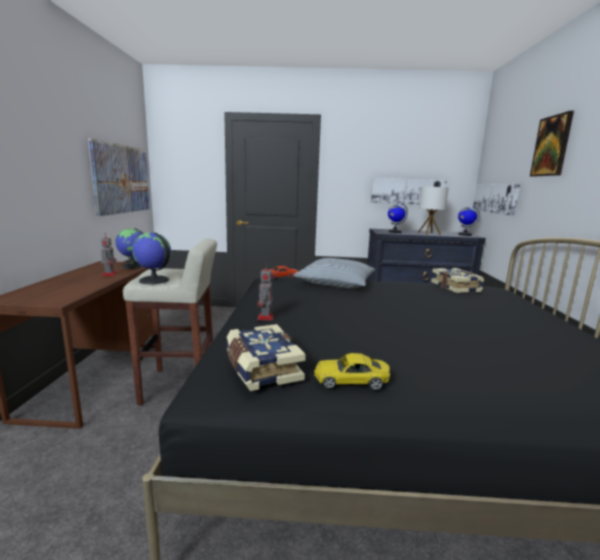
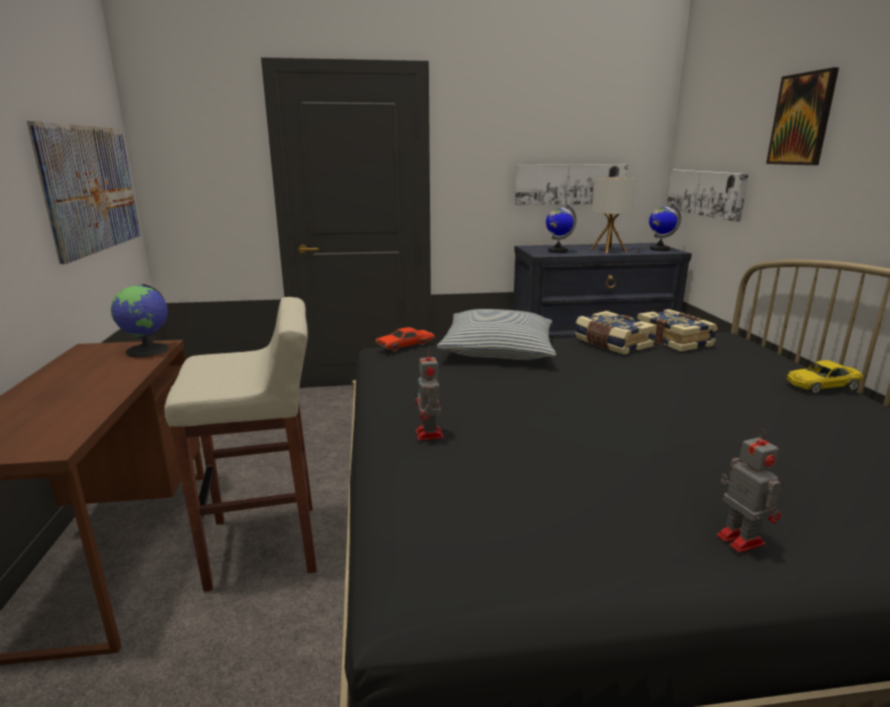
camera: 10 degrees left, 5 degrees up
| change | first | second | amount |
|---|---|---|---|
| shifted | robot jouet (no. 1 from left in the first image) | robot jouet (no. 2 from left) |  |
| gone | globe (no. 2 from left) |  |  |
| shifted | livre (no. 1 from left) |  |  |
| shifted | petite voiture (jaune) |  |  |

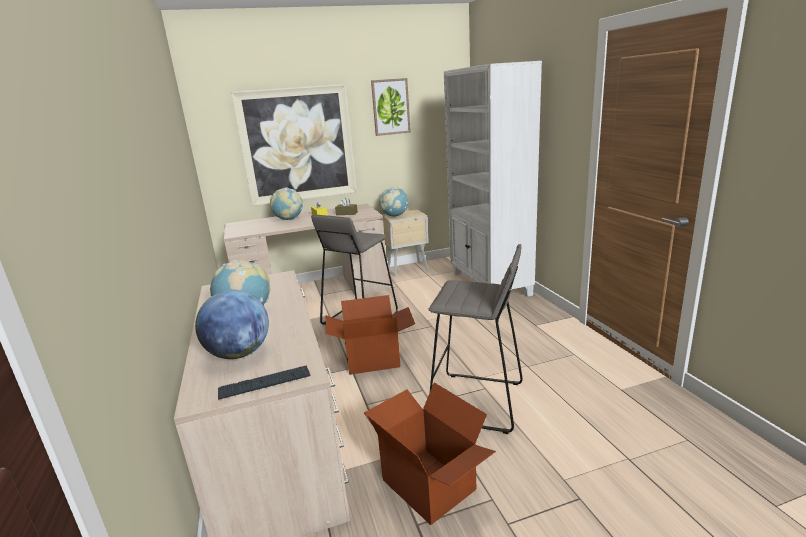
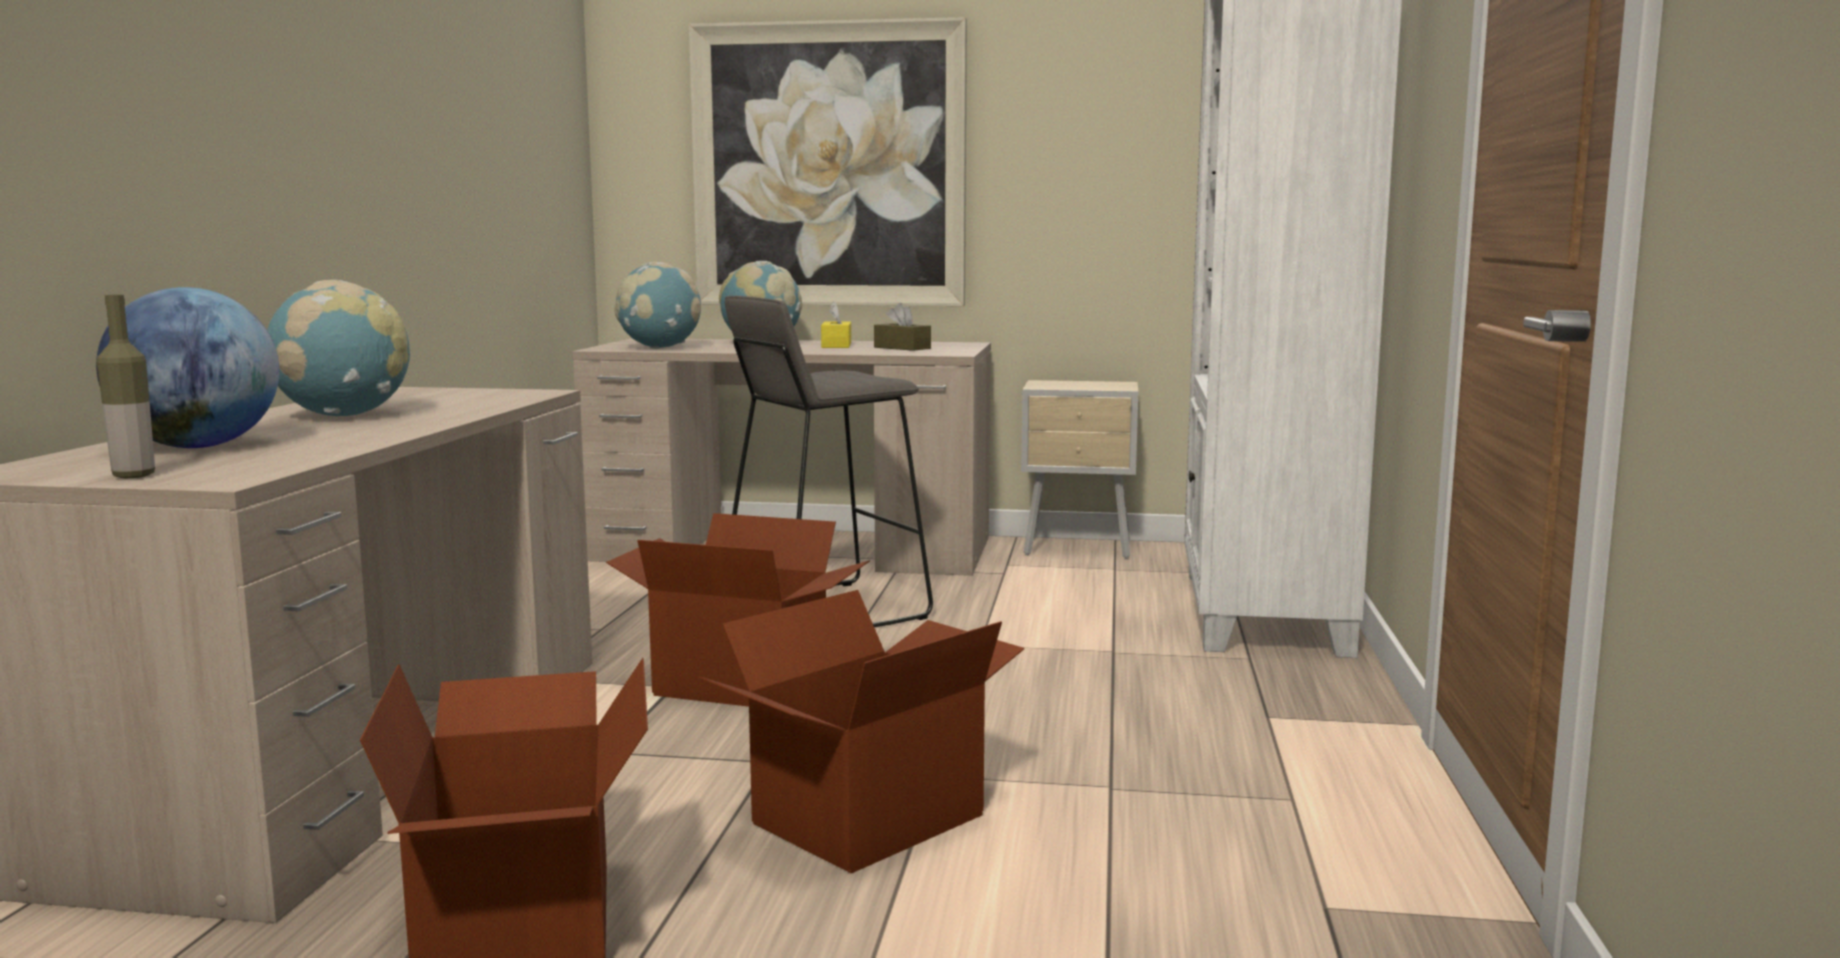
camera: 25 degrees right, 10 degrees down
| change | first | second | amount |
|---|---|---|---|
| swapped | clavier | bouteille |  |
| gone | tableau (no. 2 from left) |  |  |
| shifted | globe (no. 4 from left in the first image) | globe (no. 3 from left) |  |
| swapped | tabouret (gris) (no. 2 from left) | carton (no. 3 from left) |  |

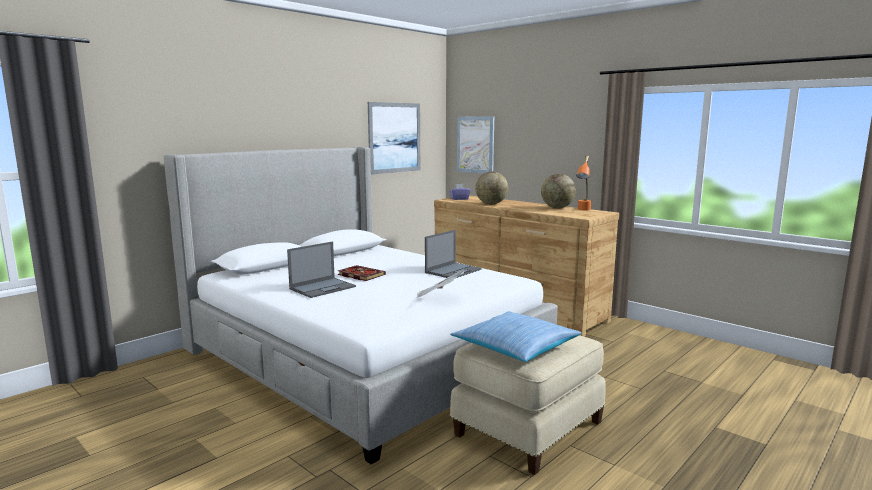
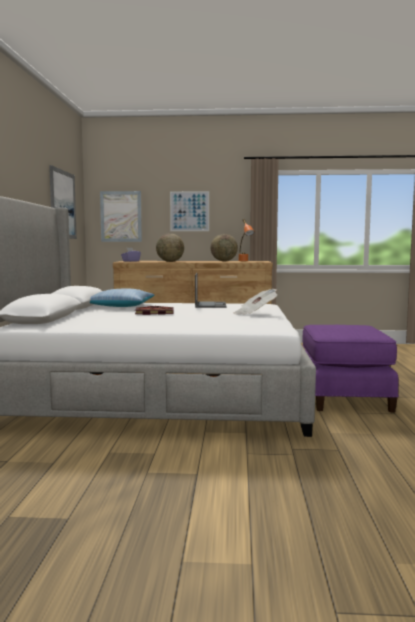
camera: 40 degrees left, 5 degrees down
| change | first | second | amount |
|---|---|---|---|
| gone | ordinateur portable (no. 1 from left) |  |  |
| shifted | coussin |  |  |
| repainted | pouf (beige) | pouf (violet) |  |
| new |  | tableau (no. 3 from left) |  |

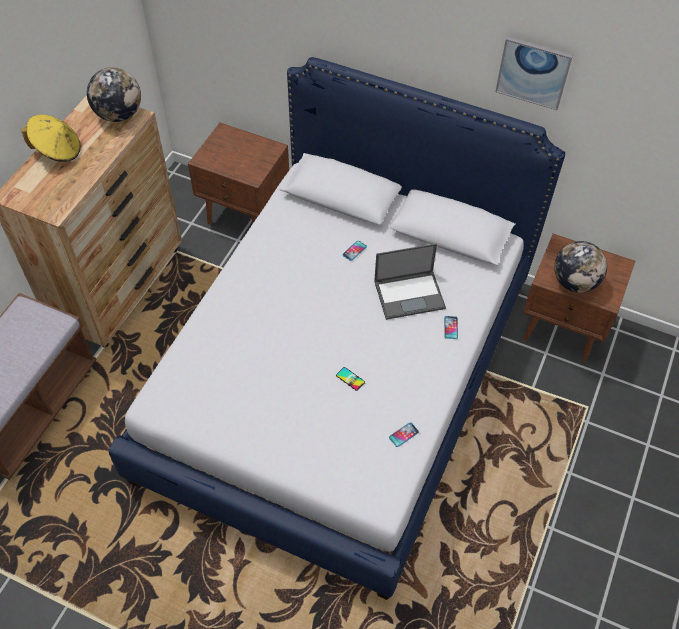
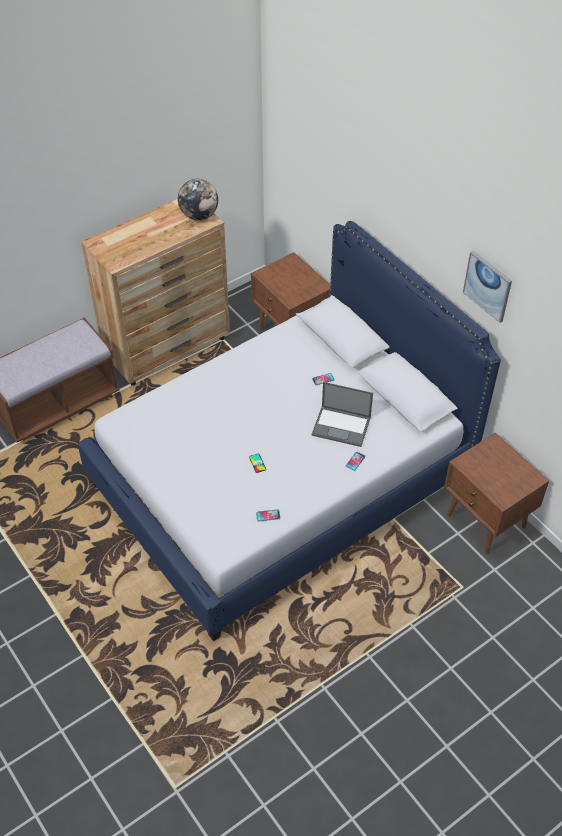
camera: 30 degrees right, 5 degrees down
| change | first | second | amount |
|---|---|---|---|
| gone | chapeau (jaune) |  |  |
| gone | globe (no. 2 from left) |  |  |

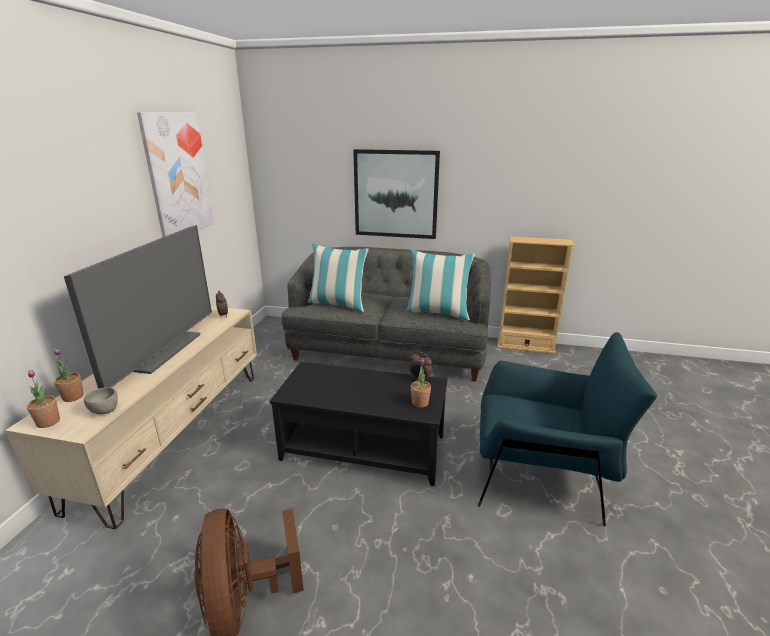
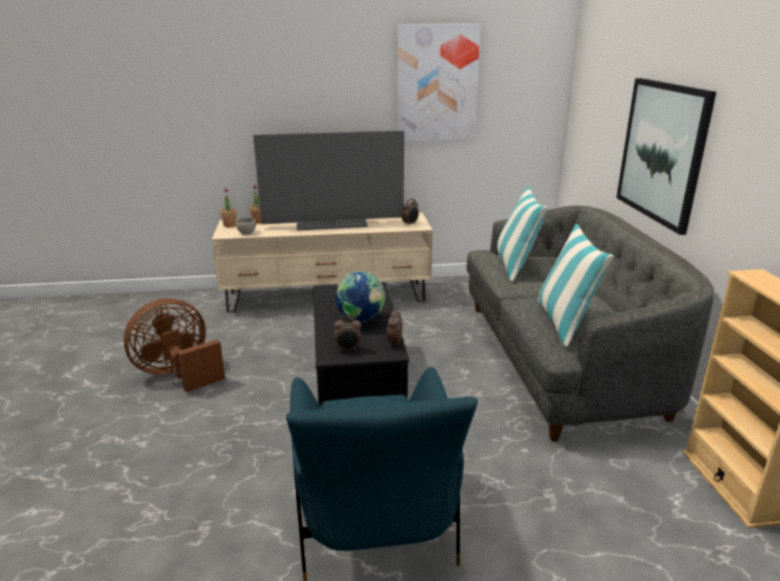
camera: 70 degrees right, 0 degrees up
| change | first | second | amount |
|---|---|---|---|
| swapped | plante en pot (no. 3 from left) | réveil (no. 1 from left) |  |
| new |  | globe |  |

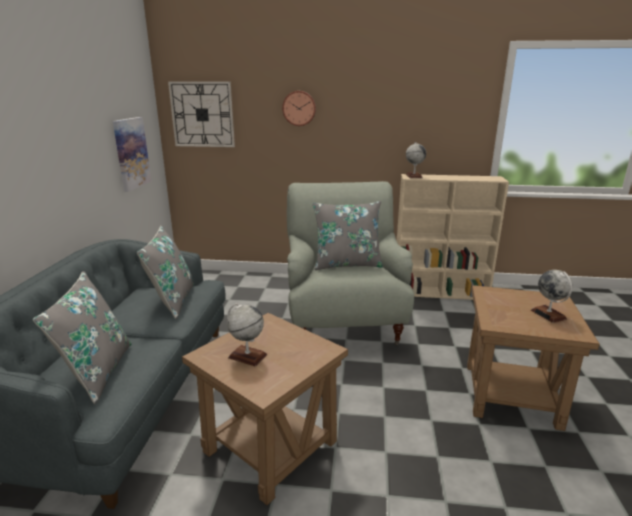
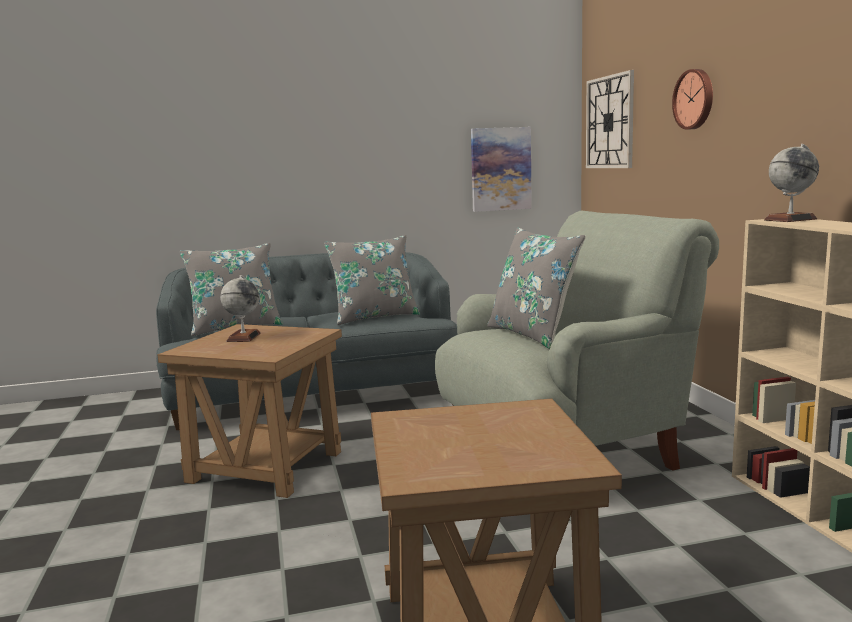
camera: 70 degrees right, 10 degrees down
| change | first | second | amount |
|---|---|---|---|
| gone | globe (no. 3 from left) |  |  |

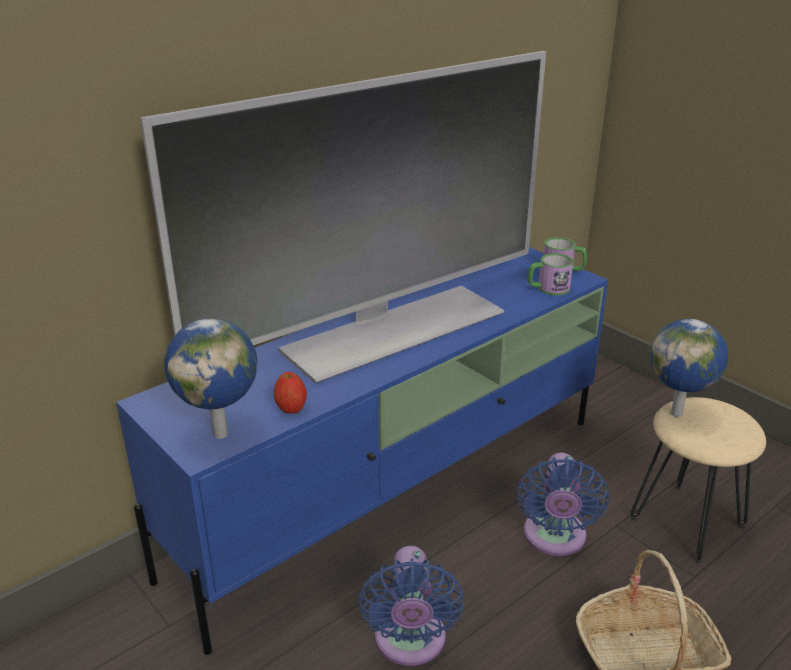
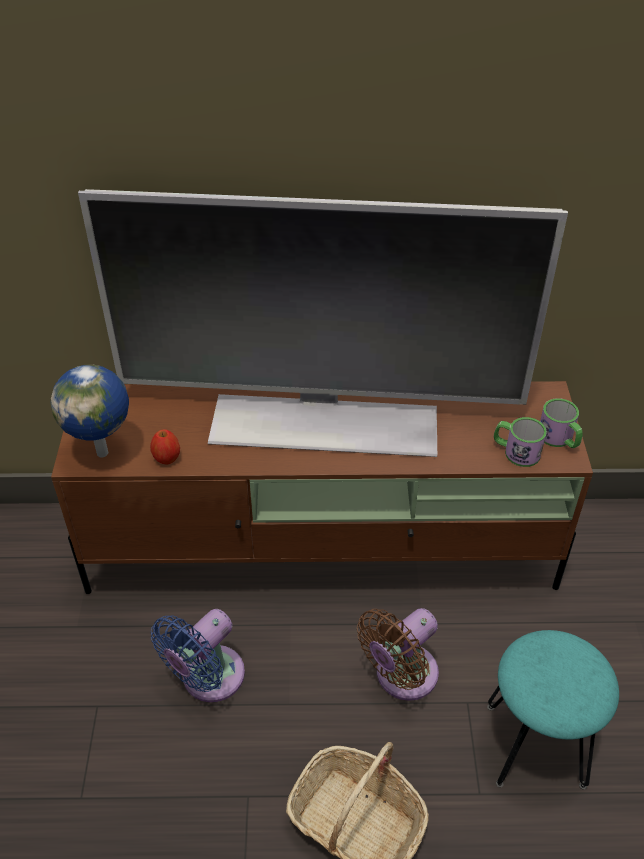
camera: 40 degrees right, 15 degrees up
| change | first | second | amount |
|---|---|---|---|
| repainted | meuble télé (bleu) | meuble télé (marron) |  |
| repainted | ventilateur (bleu) (no. 2 from left) | ventilateur (marron) |  |
| repainted | tabouret (beige) | tabouret (turquoise) |  |
| gone | globe (no. 2 from left) |  |  |

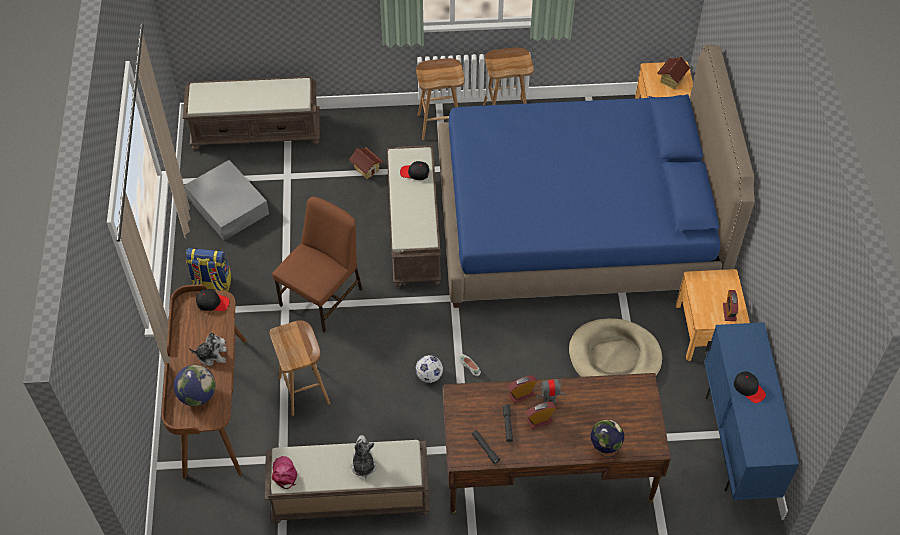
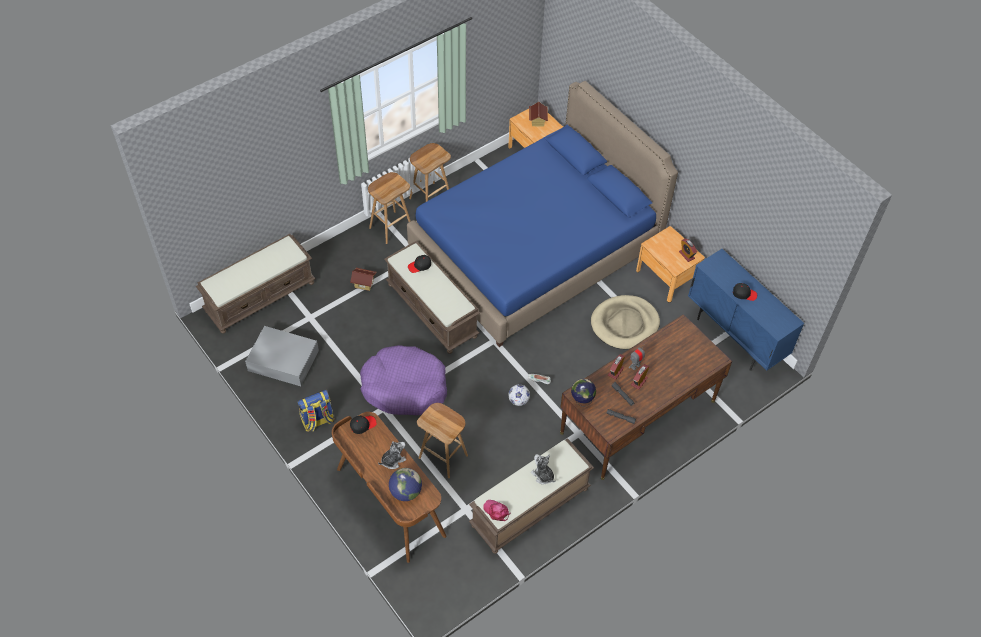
camera: 35 degrees left, 0 degrees up
| change | first | second | amount |
|---|---|---|---|
| swapped | chaise (marron) | panier pour chien (violet) |  |
| shifted | globe (no. 2 from left) |  |  |

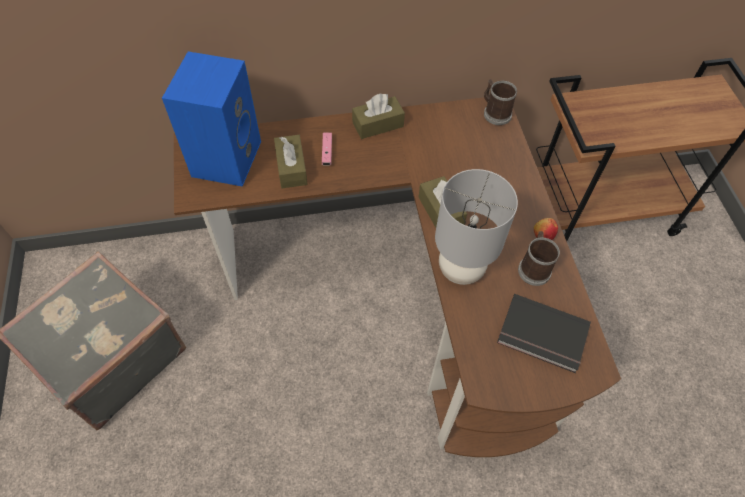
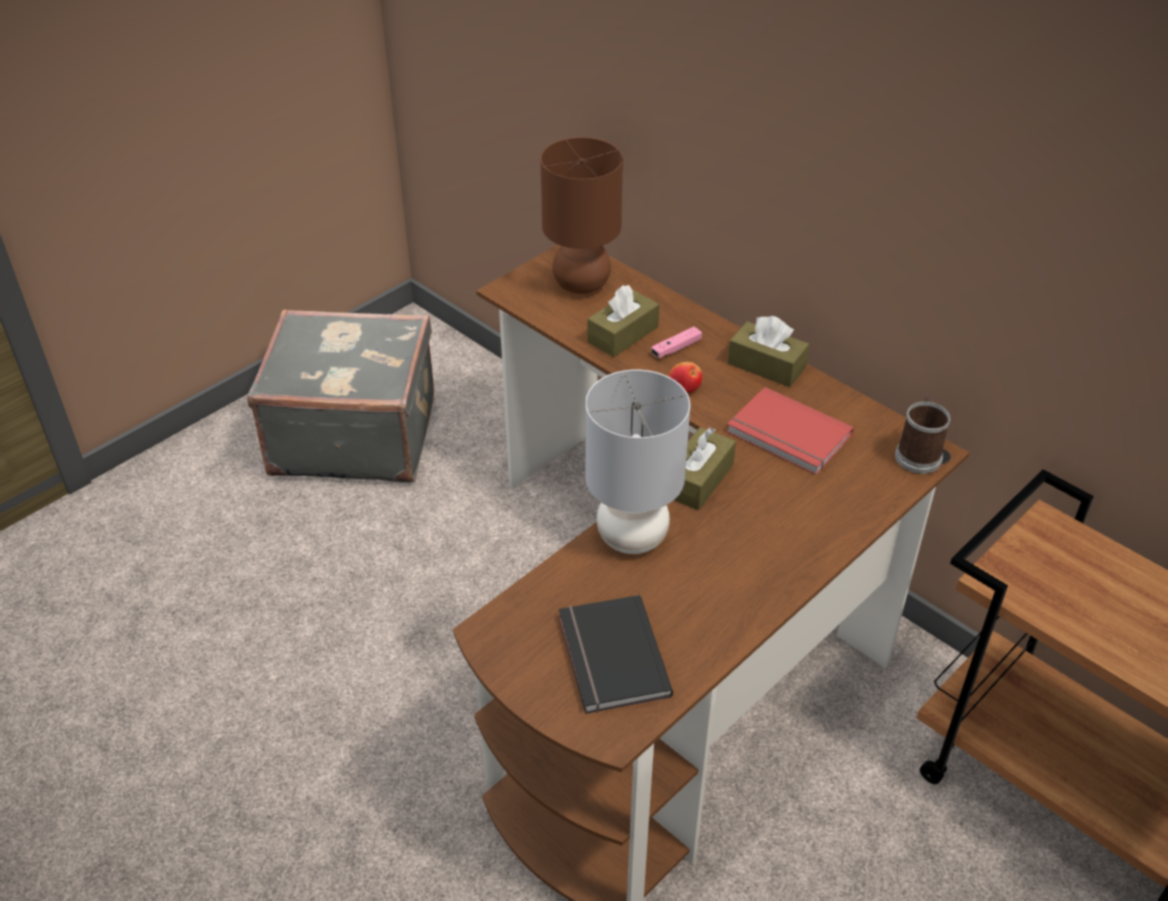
camera: 55 degrees right, 15 degrees down
| change | first | second | amount |
|---|---|---|---|
| swapped | enceinte (bleu) | lampe de table (marron) |  |
| gone | mug (no. 2 from left) |  |  |
| shifted | pomme |  |  |
| new |  | livre (rouge) |  |

